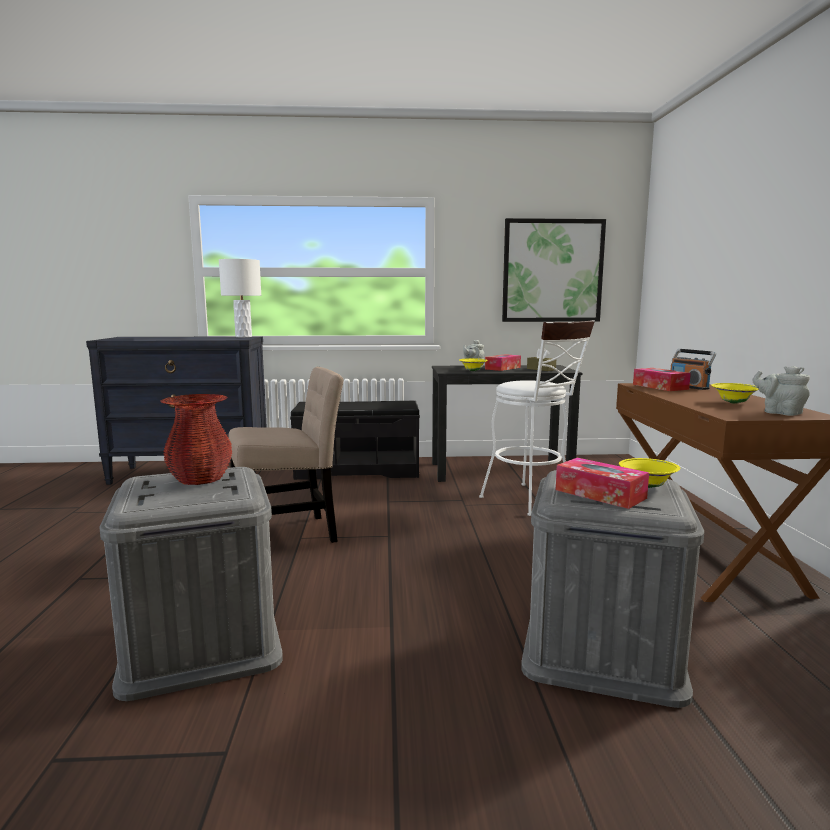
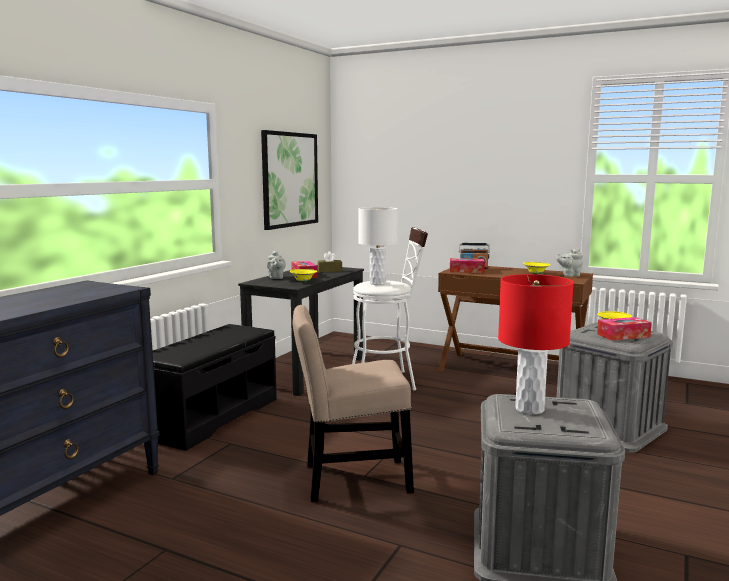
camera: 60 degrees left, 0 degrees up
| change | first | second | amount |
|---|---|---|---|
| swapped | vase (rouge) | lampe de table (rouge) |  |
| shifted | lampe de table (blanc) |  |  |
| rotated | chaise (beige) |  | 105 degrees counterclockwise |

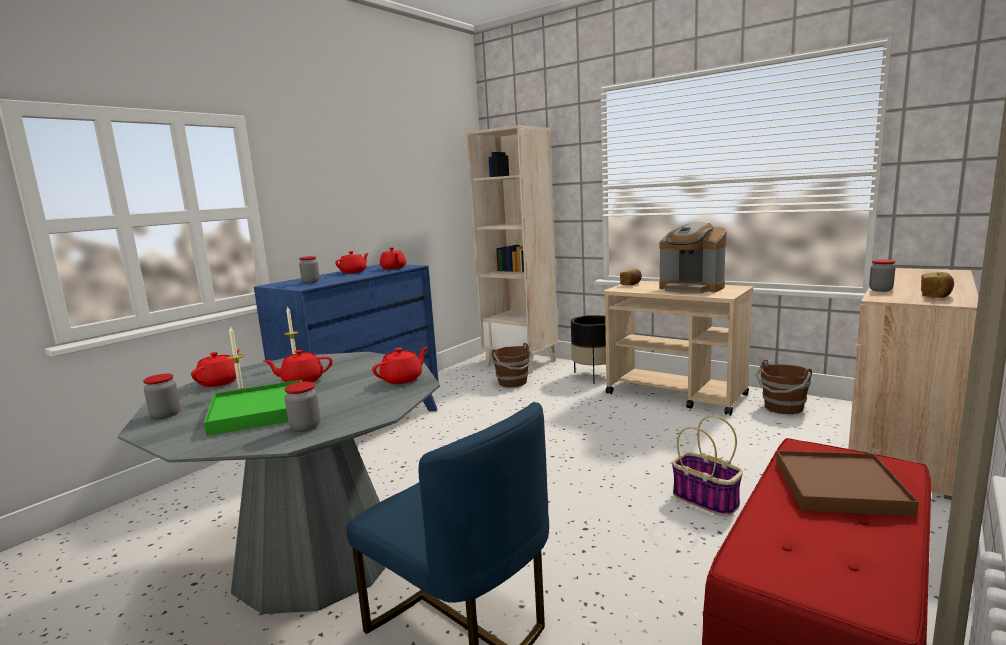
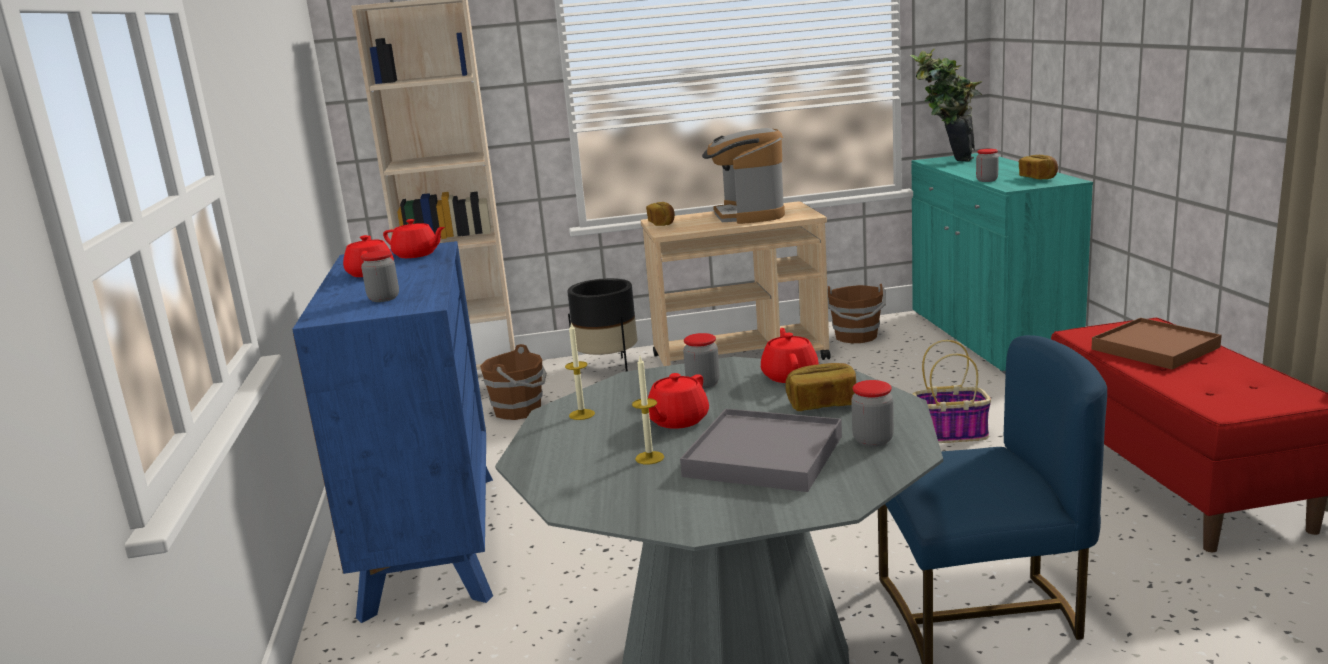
camera: 45 degrees left, 5 degrees up
| change | first | second | amount |
|---|---|---|---|
| shifted | bocal (no. 1 from left in the first image) | bocal (no. 2 from left) |  |
| gone | théière (rouge) (no. 1 from left) |  |  |
| repainted | plateau (vert) | plateau (gris) |  |
| rotated | machine à café |  | 90 degrees clockwise |
| repainted | meuble de rangement (beige) | meuble de rangement (turquoise) |  |
| new |  | pain (no. 2 from left) |  |
| new |  | plante en pot |  |

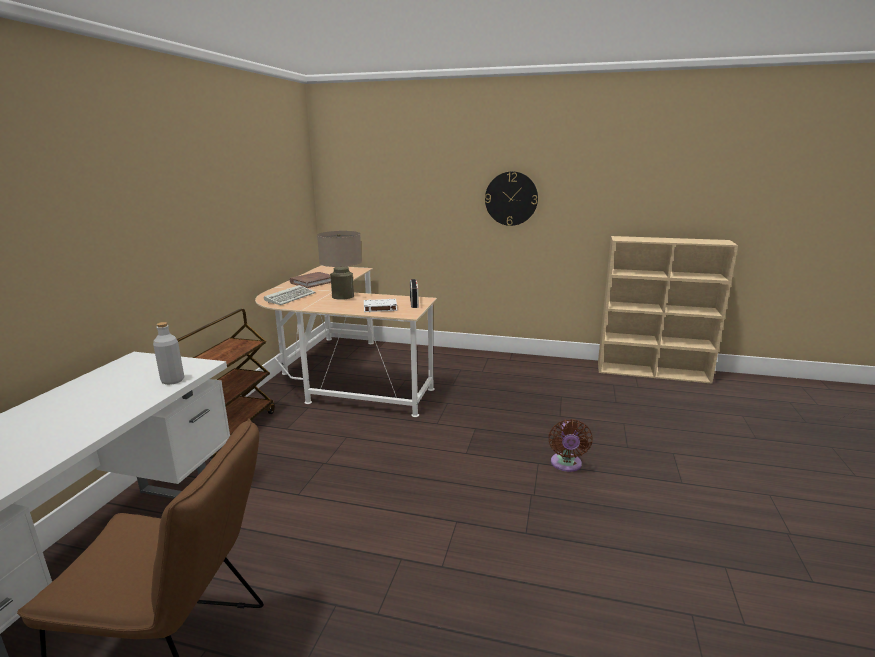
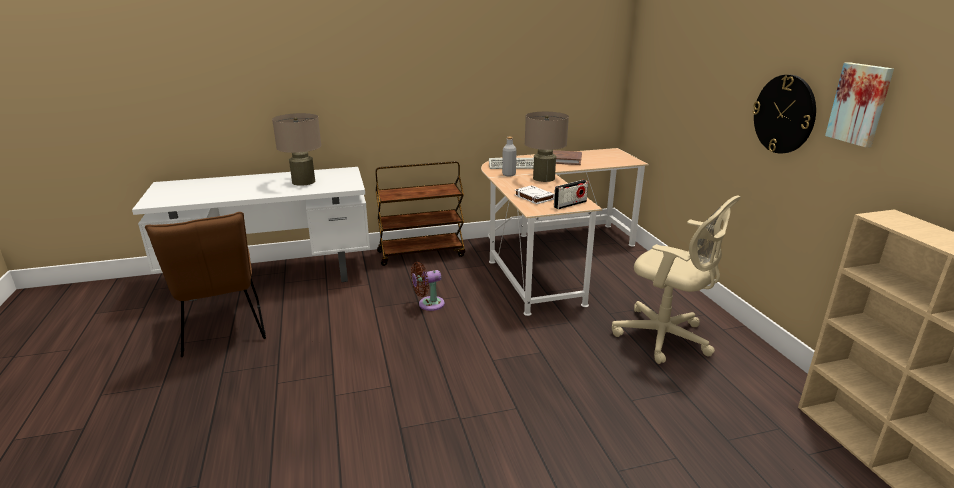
camera: 60 degrees right, 5 degrees up
| change | first | second | amount |
|---|---|---|---|
| shifted | bouteille (gris) |  |  |
| shifted | ventilateur (marron) |  |  |
| new |  | lampe de table (beige) (no. 1 from left) |  |
| new |  | chaise de bureau (beige) |  |
| new |  | tableau |  |

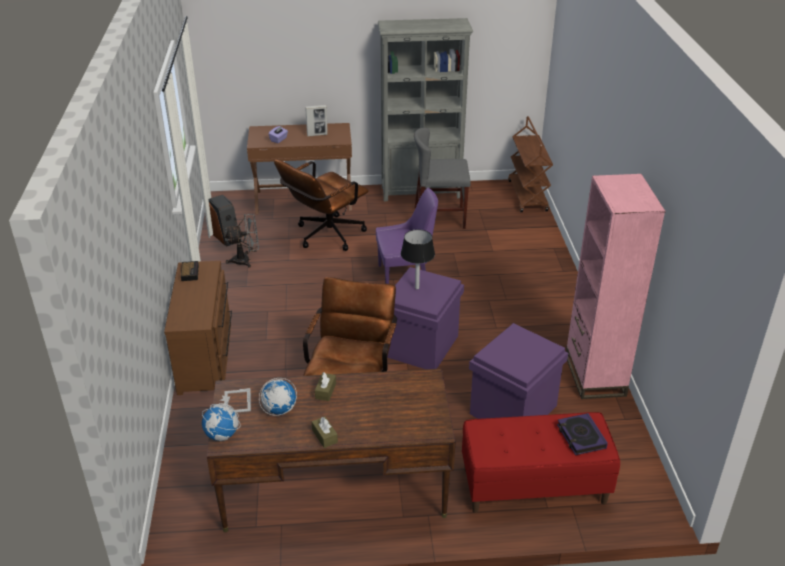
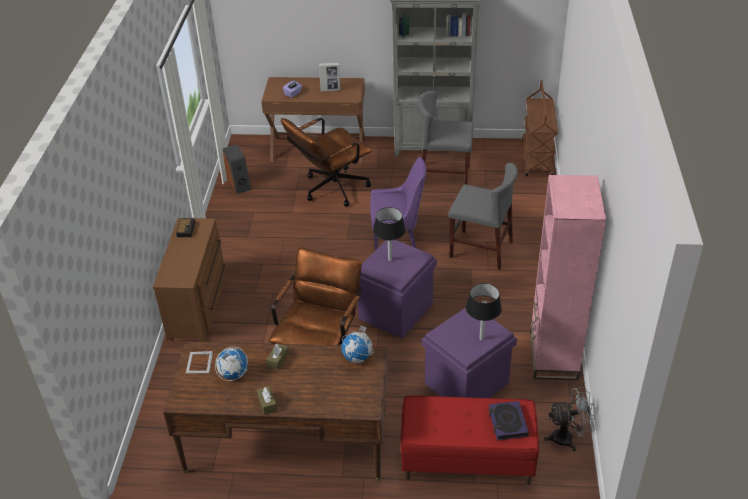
camera: 10 degrees right, 5 degrees up
| change | first | second | amount |
|---|---|---|---|
| shifted | globe (no. 1 from left in the first image) | globe (no. 2 from left) |  |
| shifted | ventilateur (gris) |  |  |
| new |  | chaise (gris) (no. 2 from left) |  |
| new |  | lampe de table (noir) (no. 2 from left) |  |

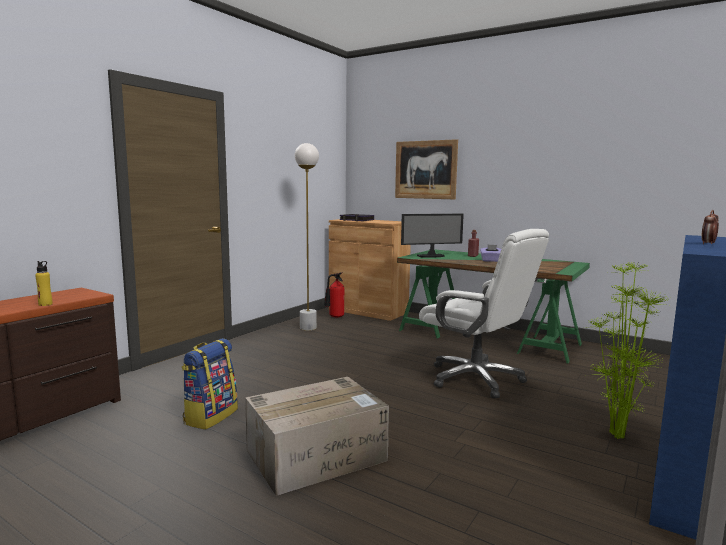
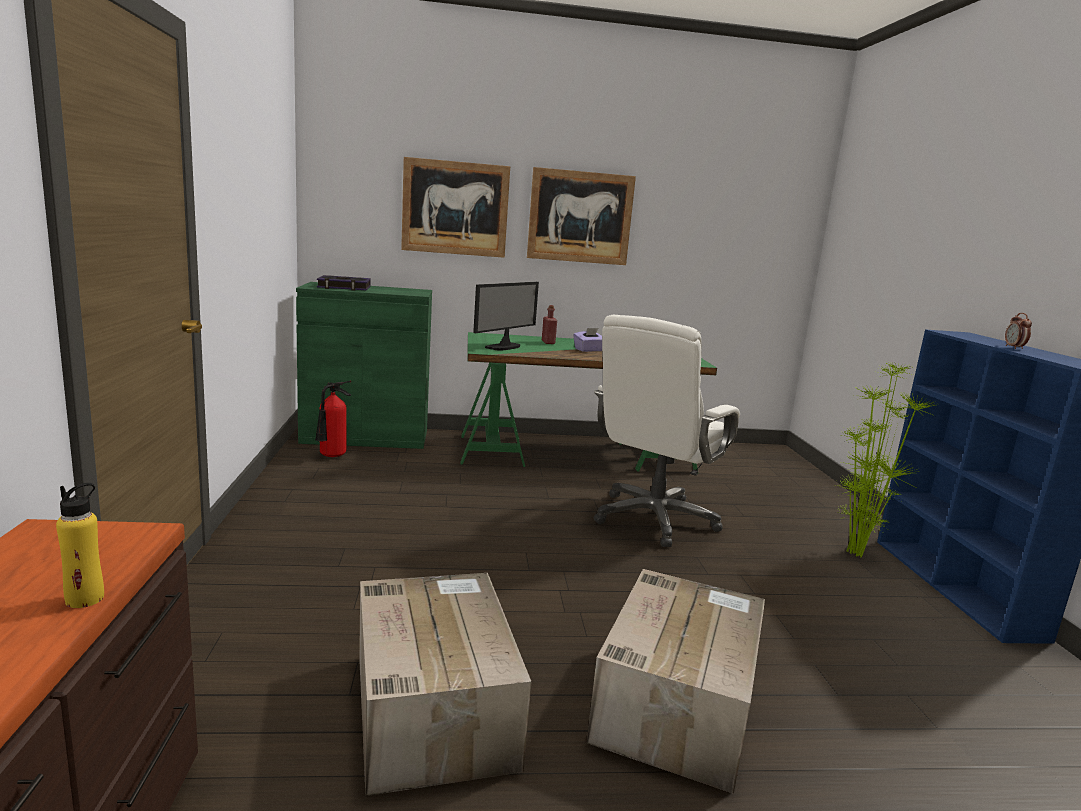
camera: 40 degrees left, 5 degrees up
| change | first | second | amount |
|---|---|---|---|
| swapped | sac à dos | carton (no. 1 from left) |  |
| gone | lampadaire (blanc) |  |  |
| repainted | meuble de rangement (marron) | meuble de rangement (vert) |  |
| rotated | chaise de bureau (blanc) |  | 120 degrees clockwise |
| new |  | tableau (no. 2 from left) |  |

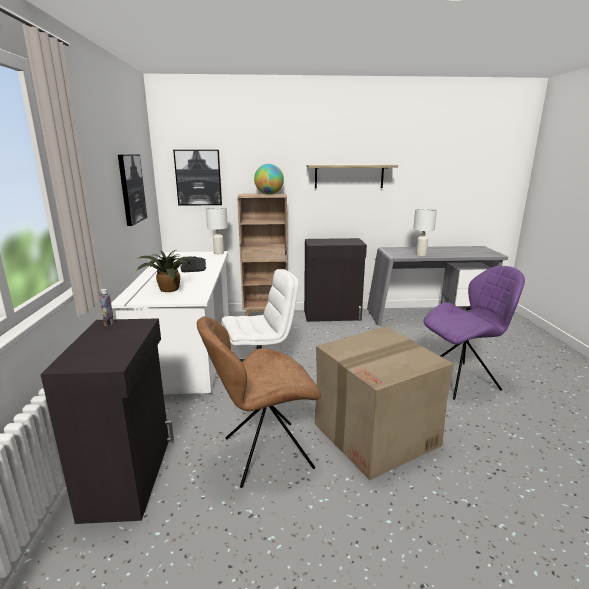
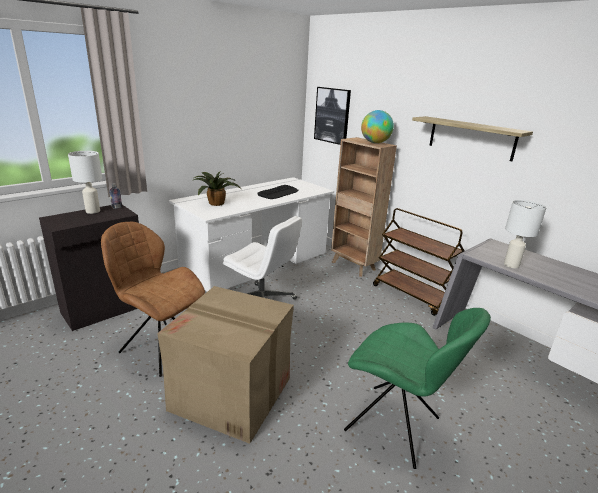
camera: 50 degrees right, 5 degrees up
| change | first | second | amount |
|---|---|---|---|
| gone | tableau (no. 1 from left) |  |  |
| shifted | lampe de table (blanc) (no. 1 from left) |  |  |
| swapped | meuble de rangement (noir) (no. 2 from left) | chariot (marron) |  |
| repainted | chaise (violet) | chaise (vert) |  |

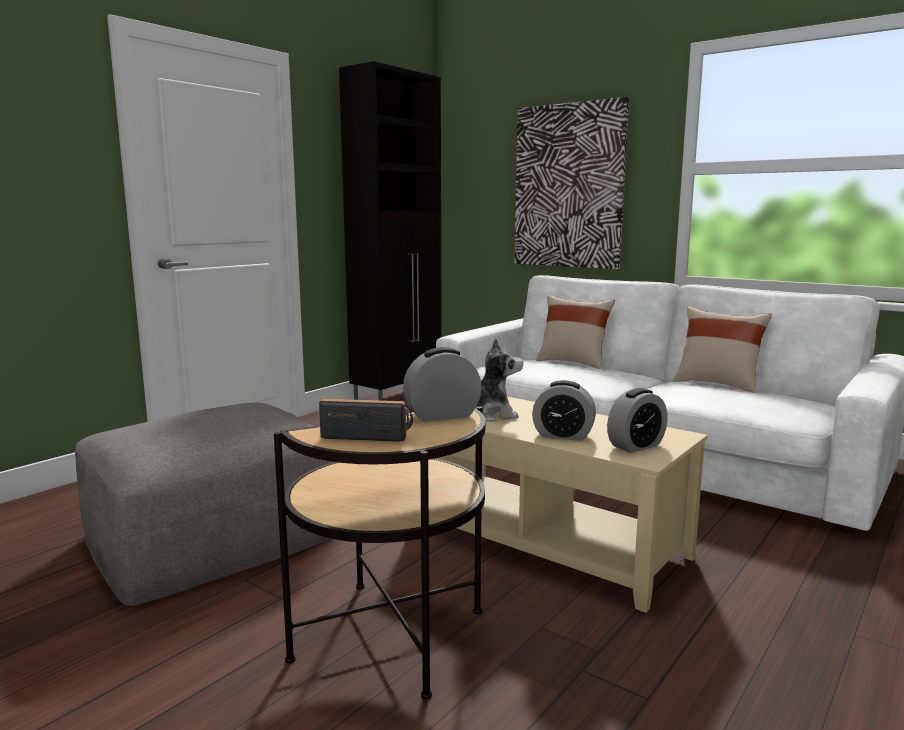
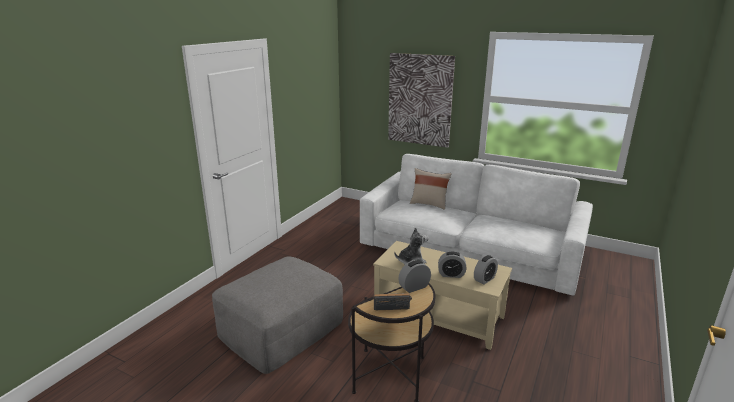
camera: 10 degrees left, 10 degrees up
| change | first | second | amount |
|---|---|---|---|
| gone | meuble de rangement (noir) |  |  |
| gone | coussin (beige) (no. 2 from left) |  |  |

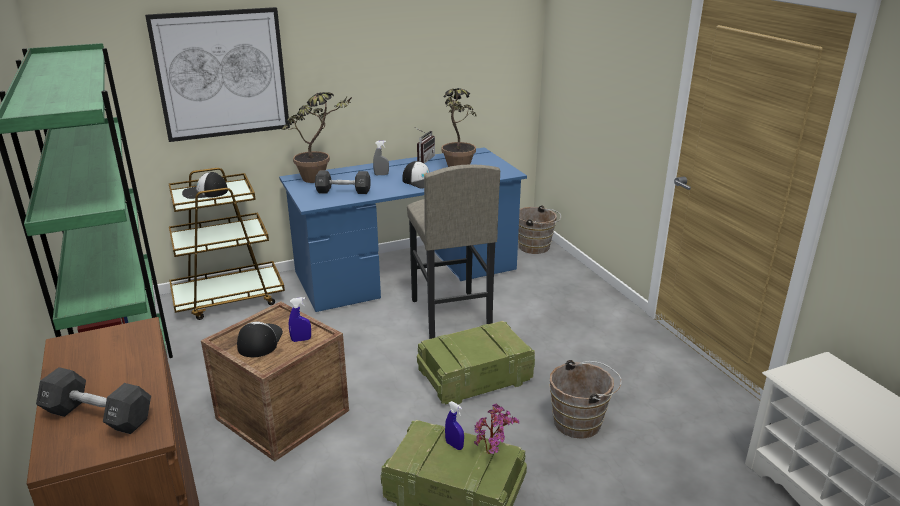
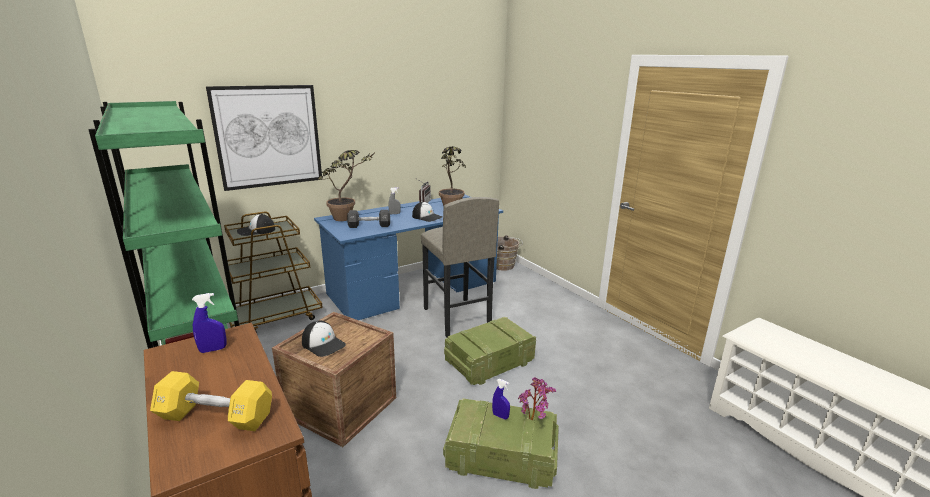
camera: 10 degrees left, 5 degrees down
| change | first | second | amount |
|---|---|---|---|
| repainted | haltère (noir) (no. 1 from left) | haltère (jaune) |  |
| rotated | casquette (no. 2 from left) |  | 135 degrees clockwise |
| shifted | vaporisateur (bleu) (no. 1 from left) |  |  |
| gone | seau (marron) (no. 2 from left) |  |  |

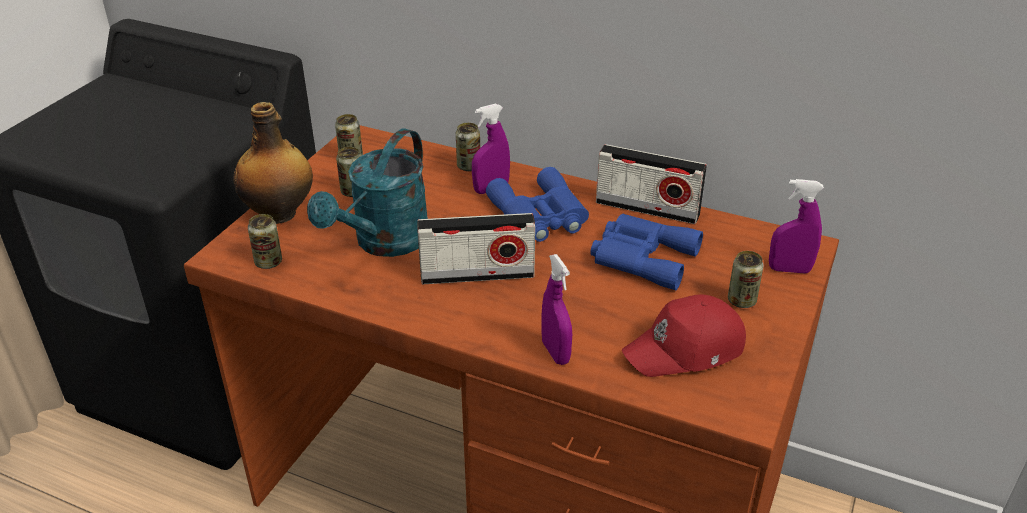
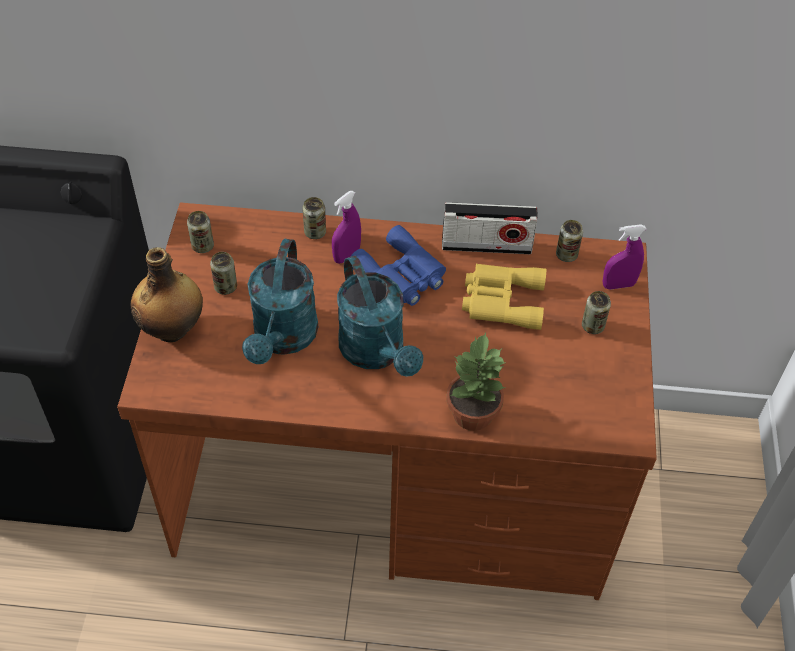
camera: 20 degrees left, 15 degrees up
| change | first | second | amount |
|---|---|---|---|
| shifted | boîte métallique (no. 1 from left in the first image) | boîte métallique (no. 4 from left) |  |
| swapped | radio (no. 1 from left) | arrosoir (turquoise) (no. 2 from left) |  |
| swapped | vaporisateur (violet) (no. 2 from left) | plante en pot |  |
| repainted | jumelles (bleu) (no. 2 from left) | jumelles (jaune) |  |
| gone | casquette (rouge) |  |  |

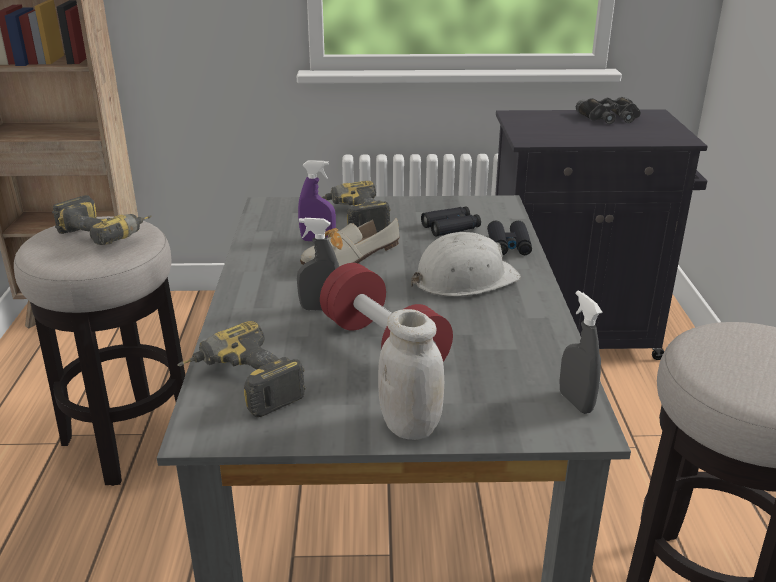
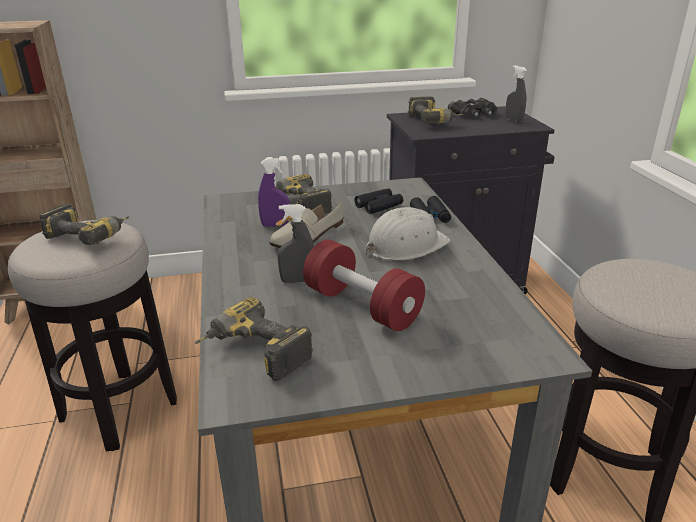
camera: 10 degrees left, 0 degrees up
| change | first | second | amount |
|---|---|---|---|
| gone | bocal (blanc) |  |  |
| shifted | vaporisateur (gris) (no. 2 from left) |  |  |
| new |  | perceuse (no. 4 from left) |  |

